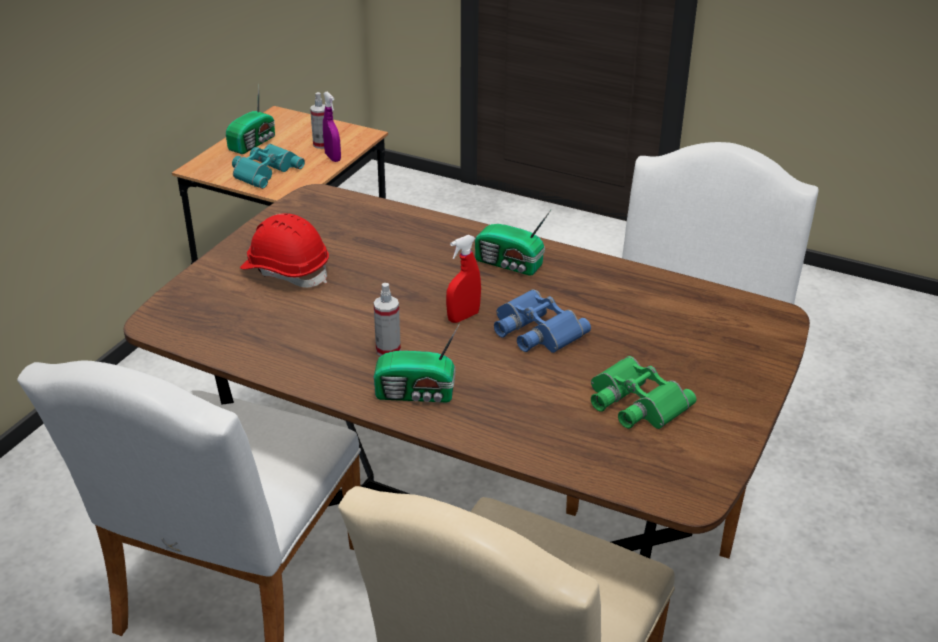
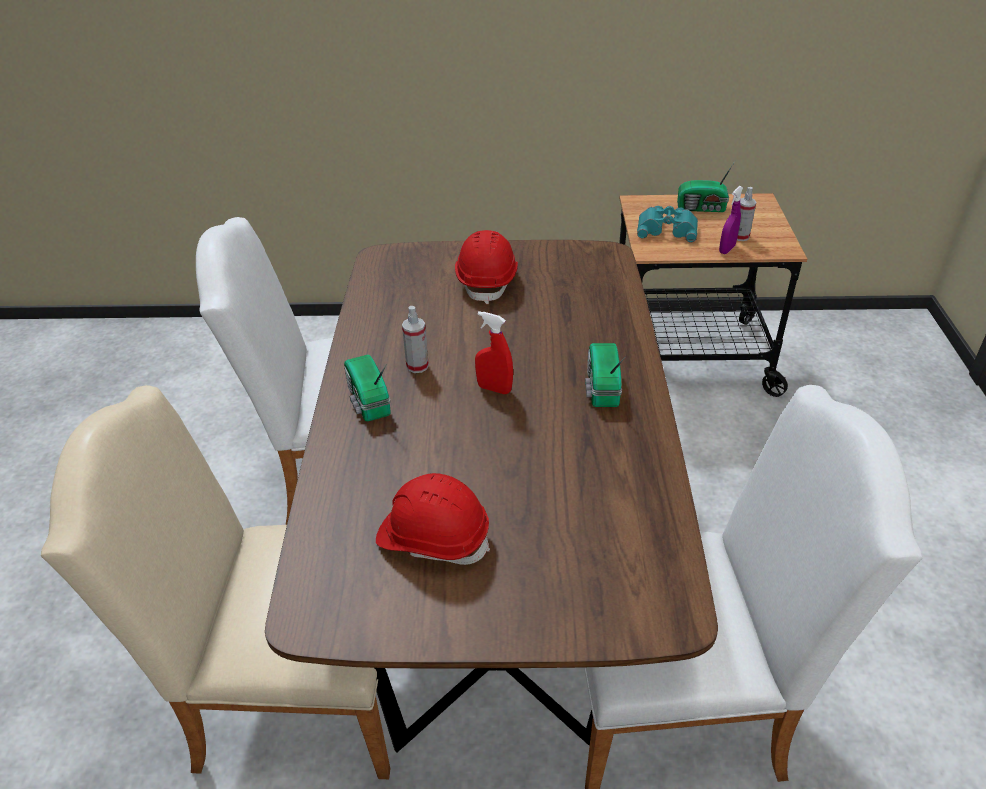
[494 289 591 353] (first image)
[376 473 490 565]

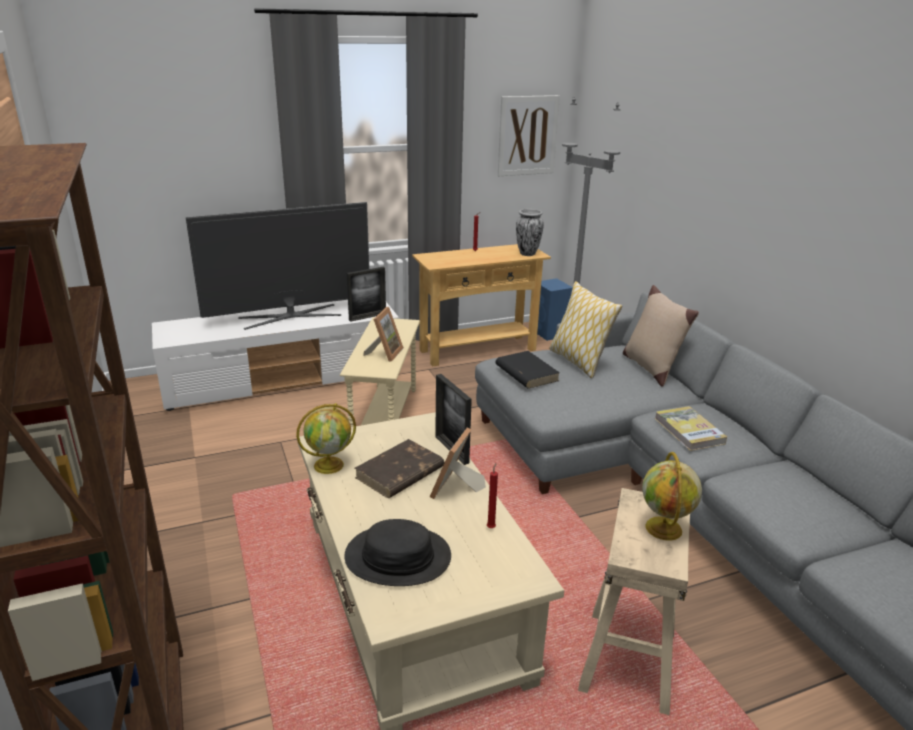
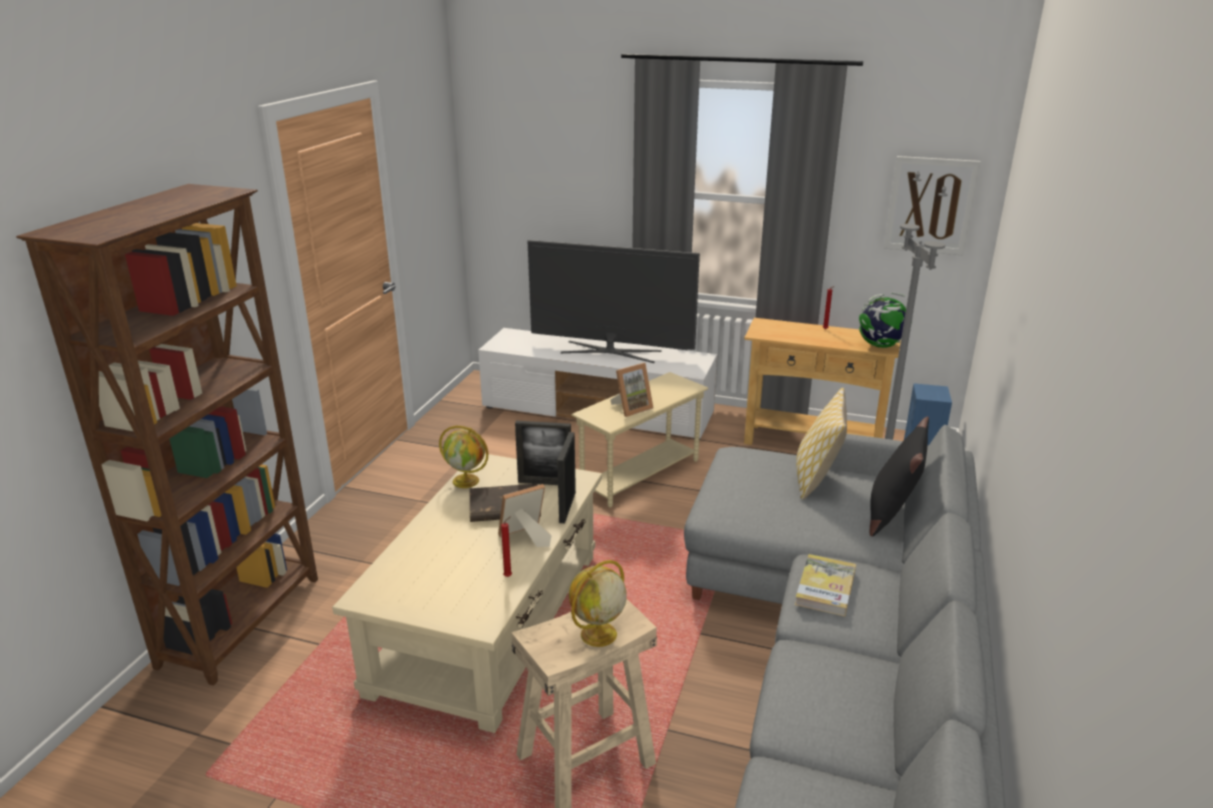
[859 292 912 348]
[515 421 571 485]
[869 416 929 537]
[496 351 560 389] (first image)
[344 519 451 586] (first image)

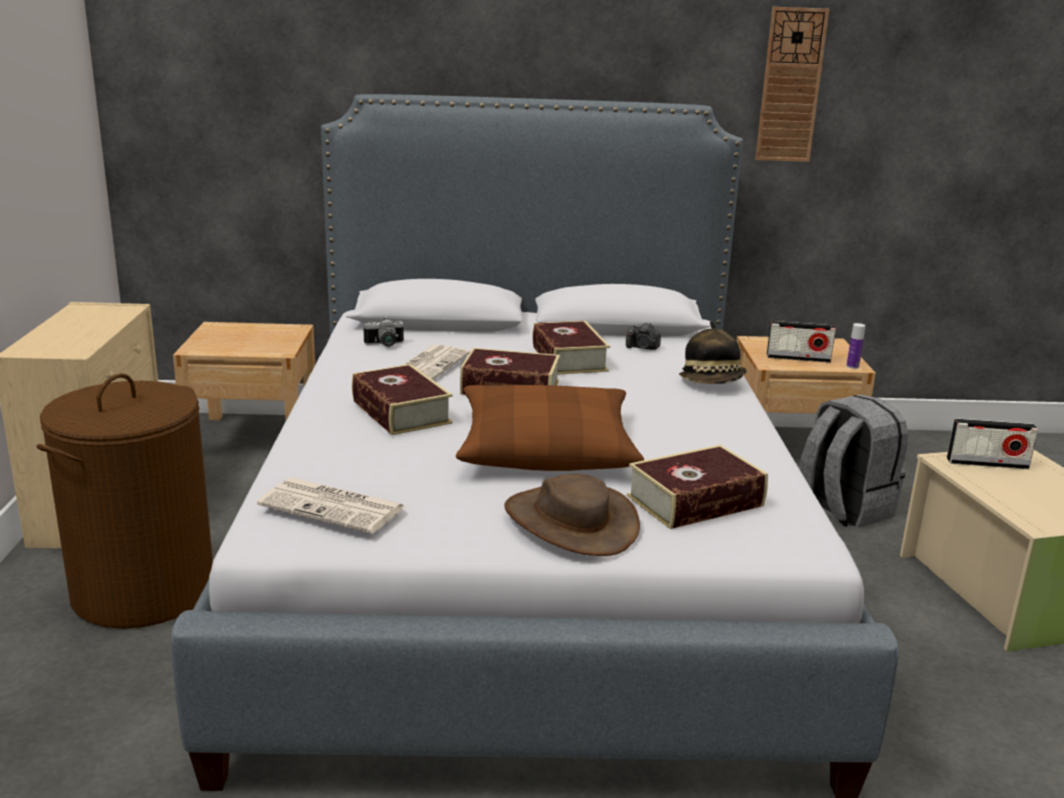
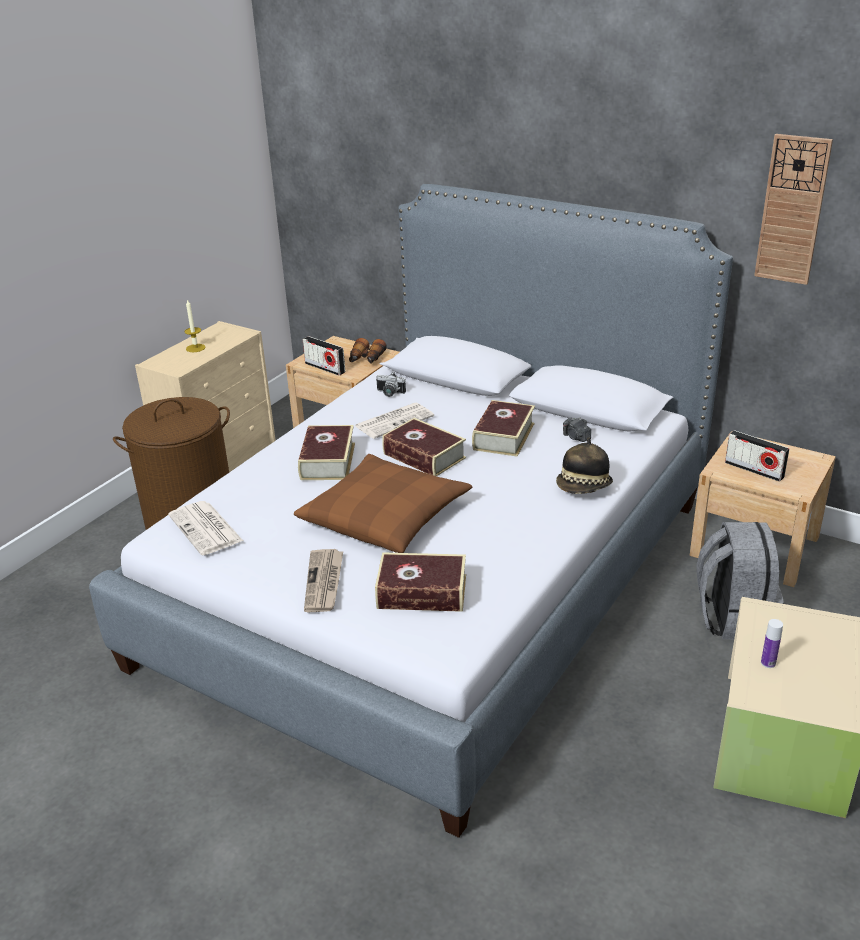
[761 619 783 668]
[303 336 345 376]
[304 549 343 612]
[184 299 206 352]
[349 338 387 364]

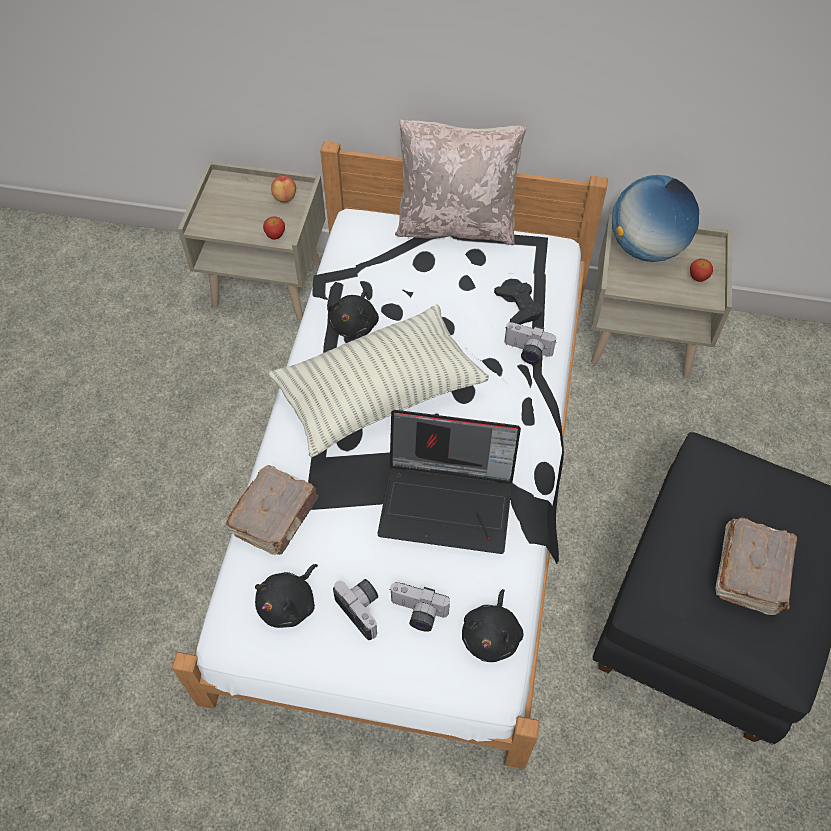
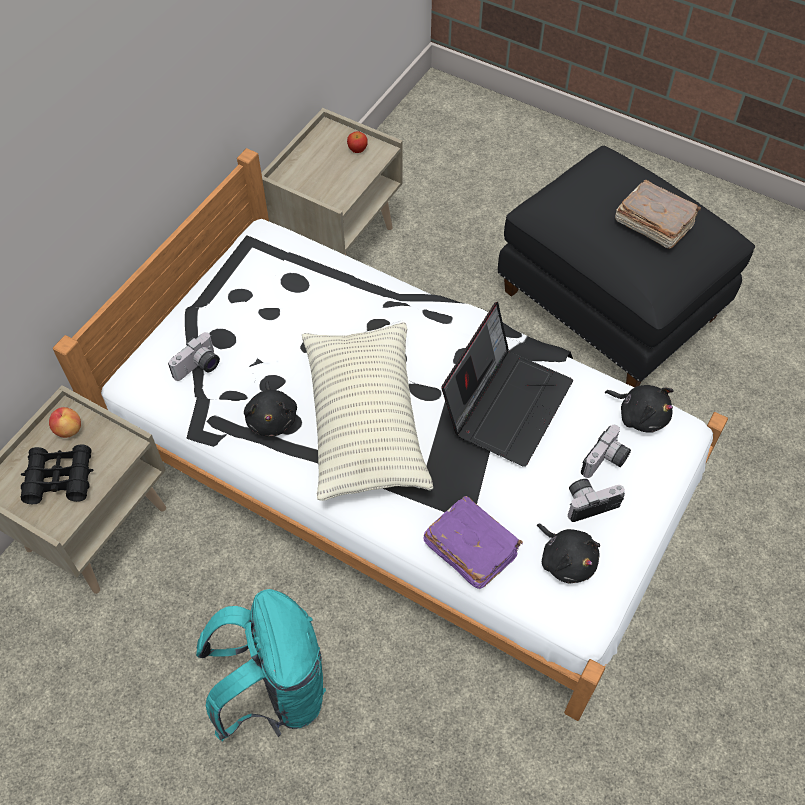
[395 119 526 245] (first image)
[612 175 699 262] (first image)
[263 217 285 240] (first image)
[494 283 542 325] (first image)
[244 381 297 437]
[168 332 220 381]
[424 496 523 590]
[21 444 94 504]
[196 589 326 742]

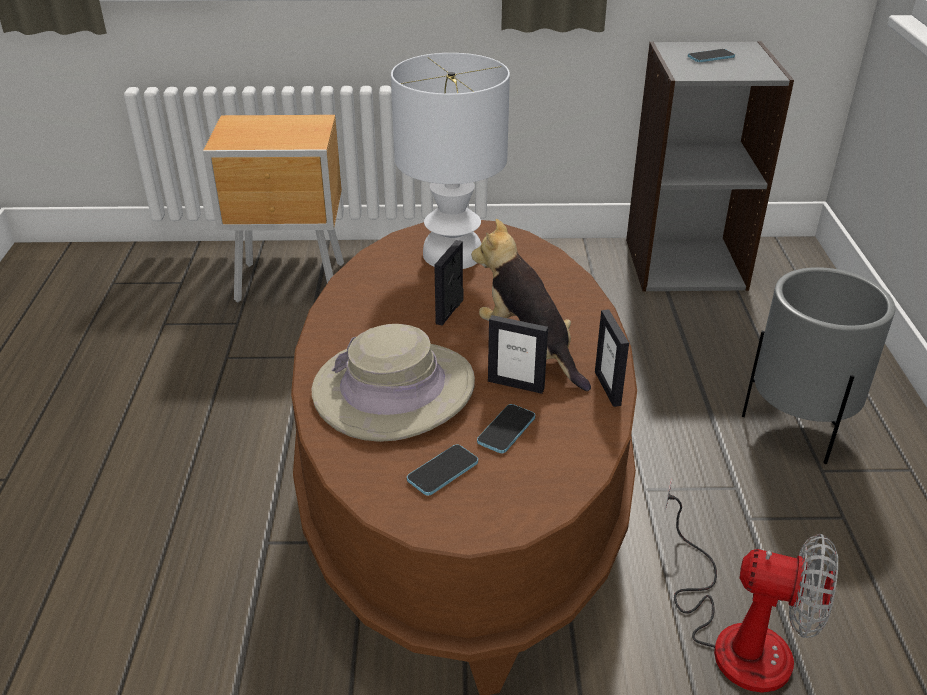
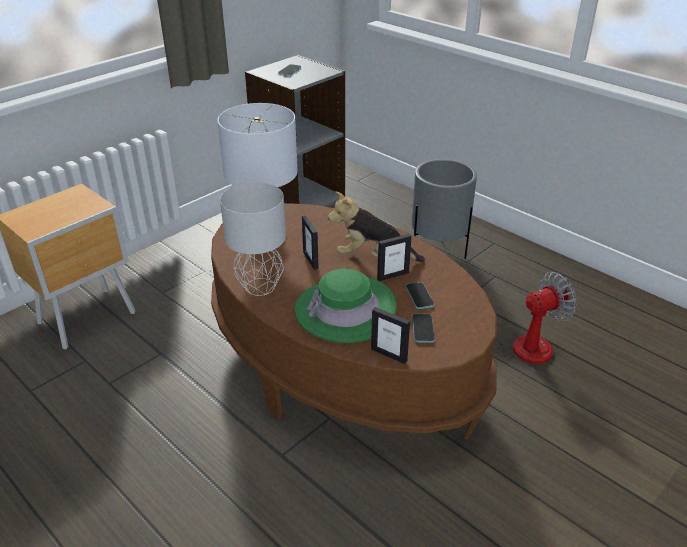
[371 307 410 364]
[295 269 397 343]
[220 182 286 296]

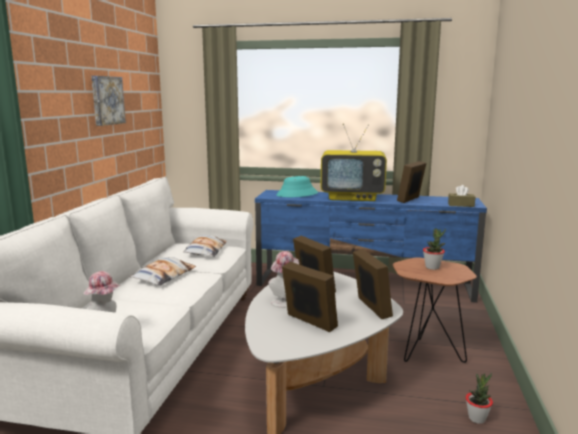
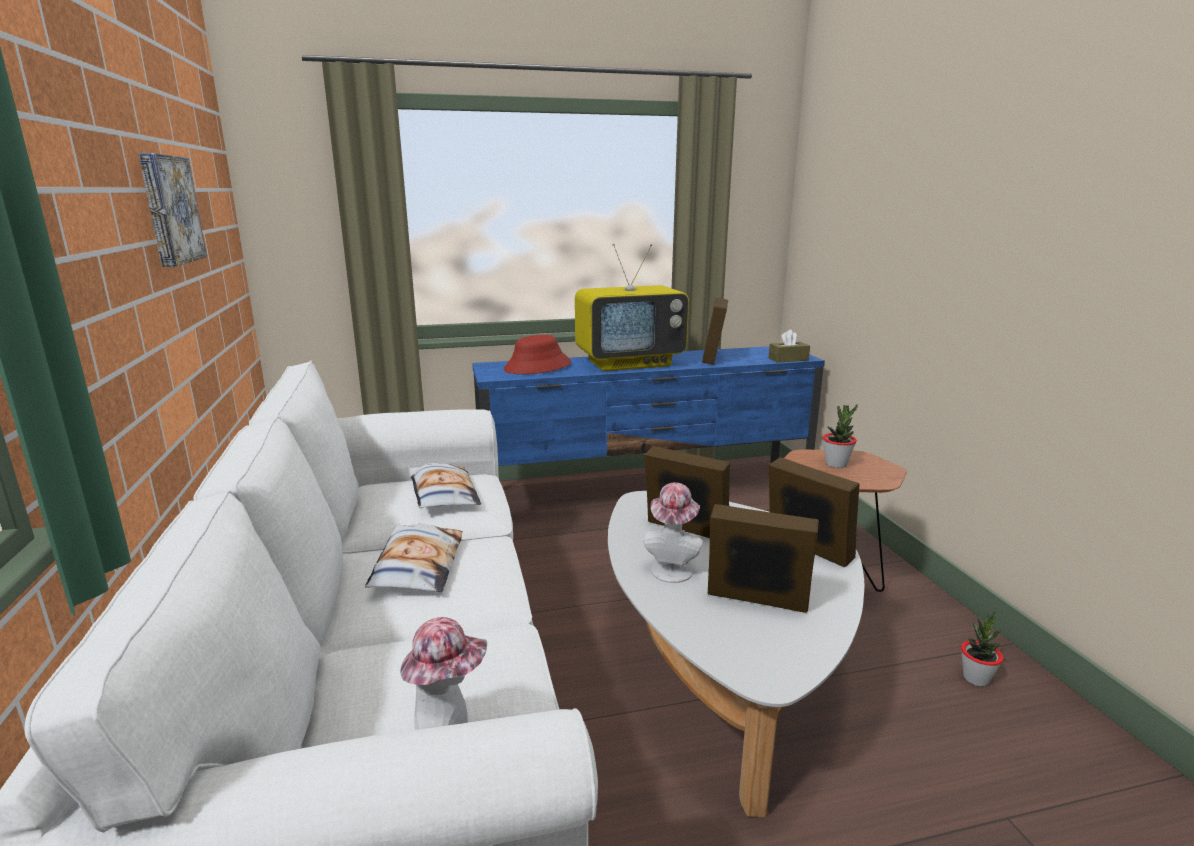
[504 335 571 374]

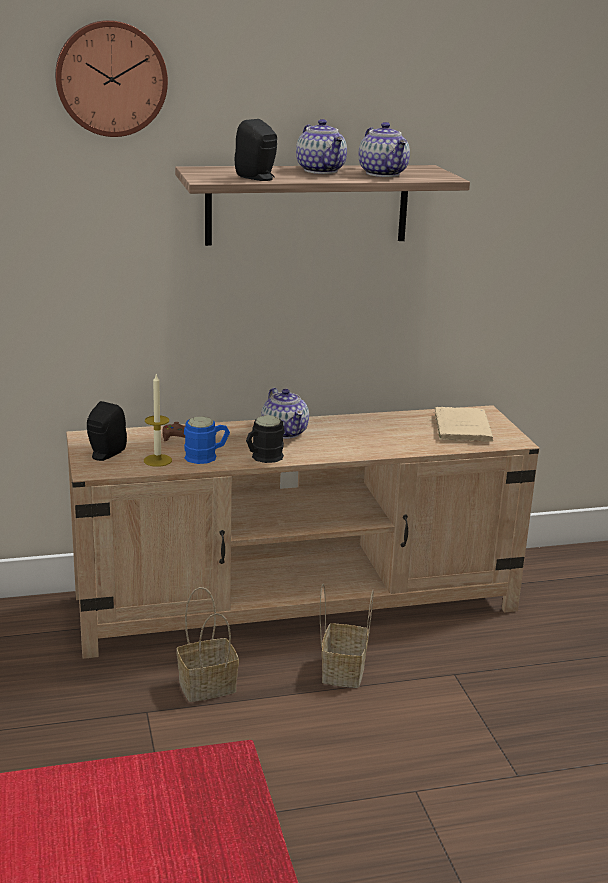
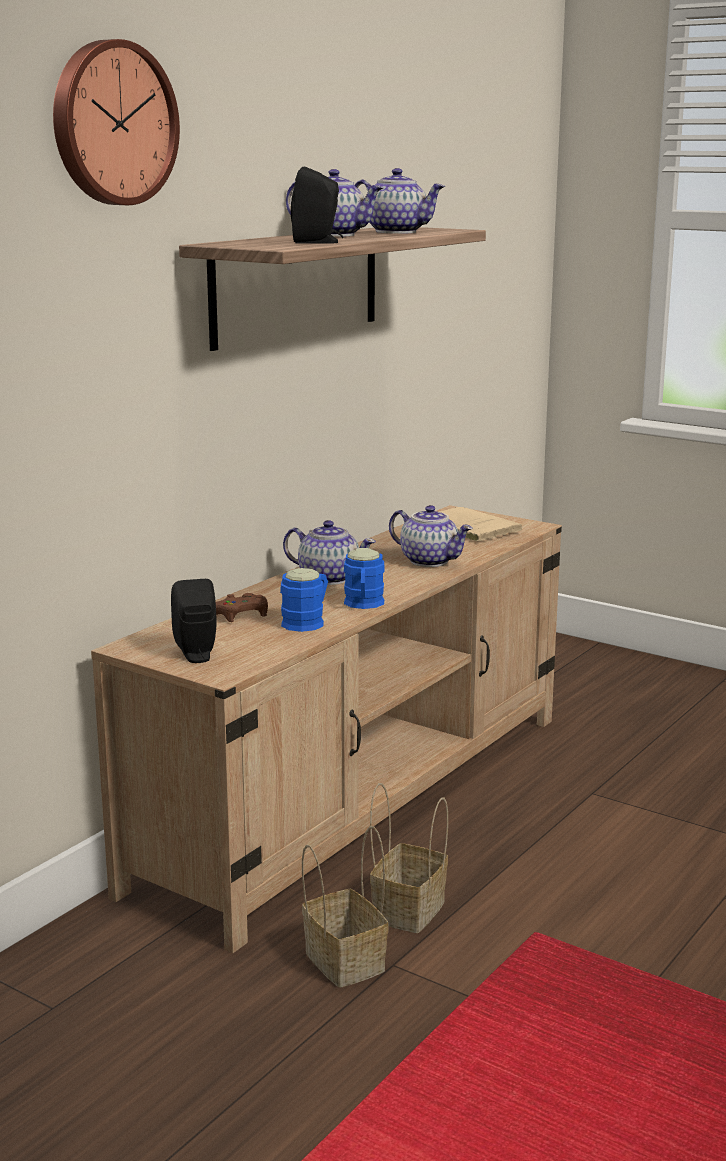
[144 375 172 467] (first image)
[344 548 385 609]
[302 826 389 988]
[389 505 472 567]

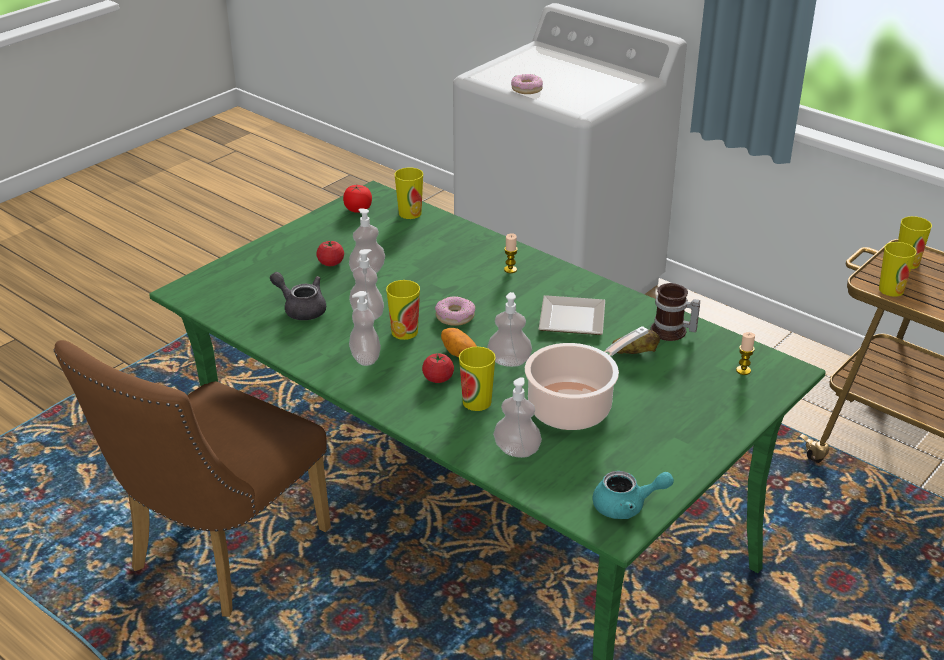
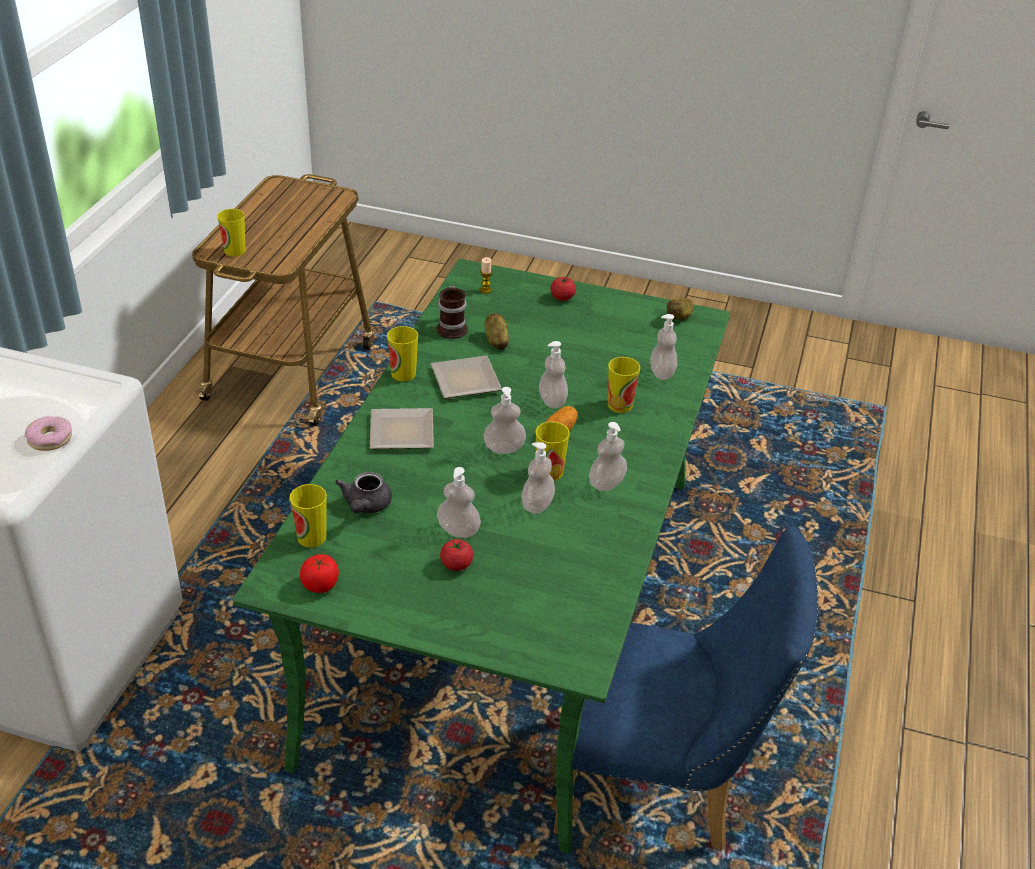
[370 408 434 449]
[387 326 418 381]
[335 472 392 513]
[483 387 526 454]
[525 326 649 430] (first image)
[553 526 818 851]
[550 276 576 301]
[667 298 694 320]

